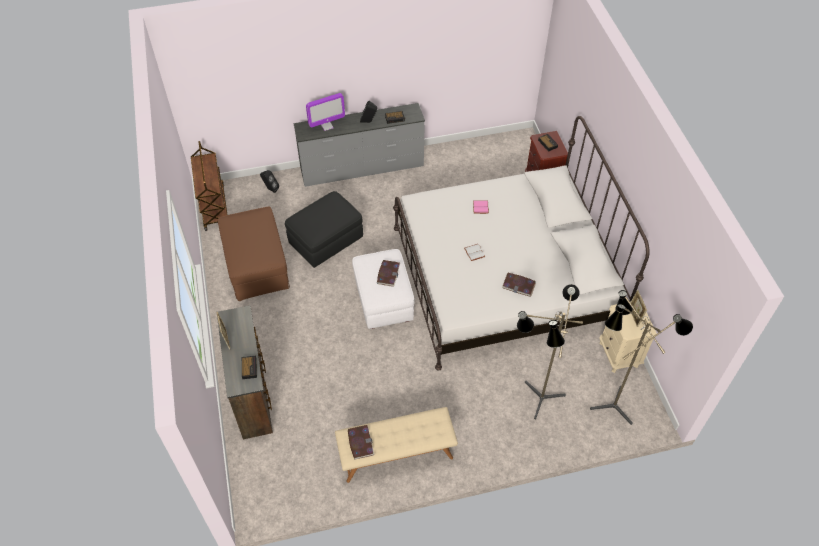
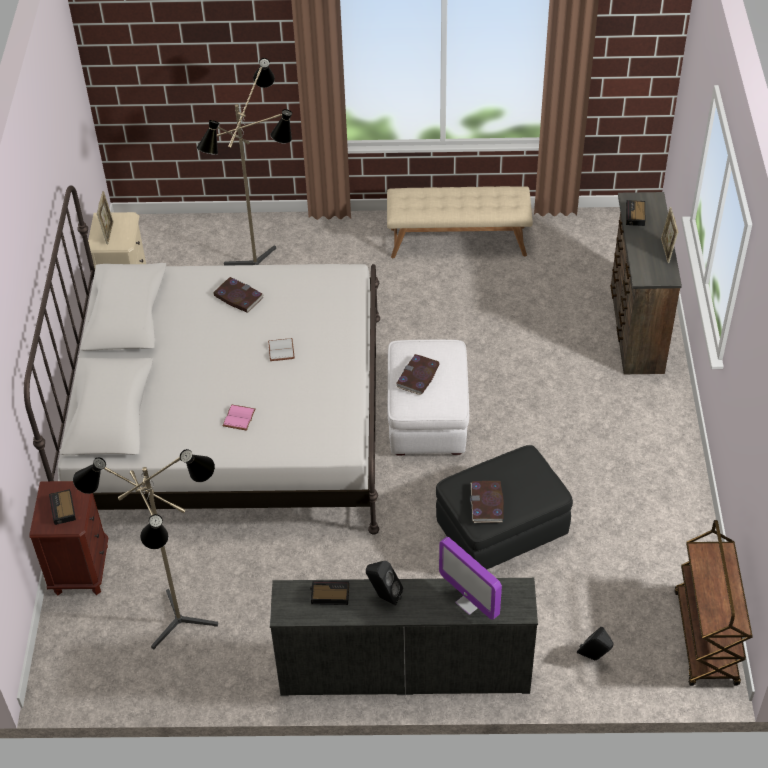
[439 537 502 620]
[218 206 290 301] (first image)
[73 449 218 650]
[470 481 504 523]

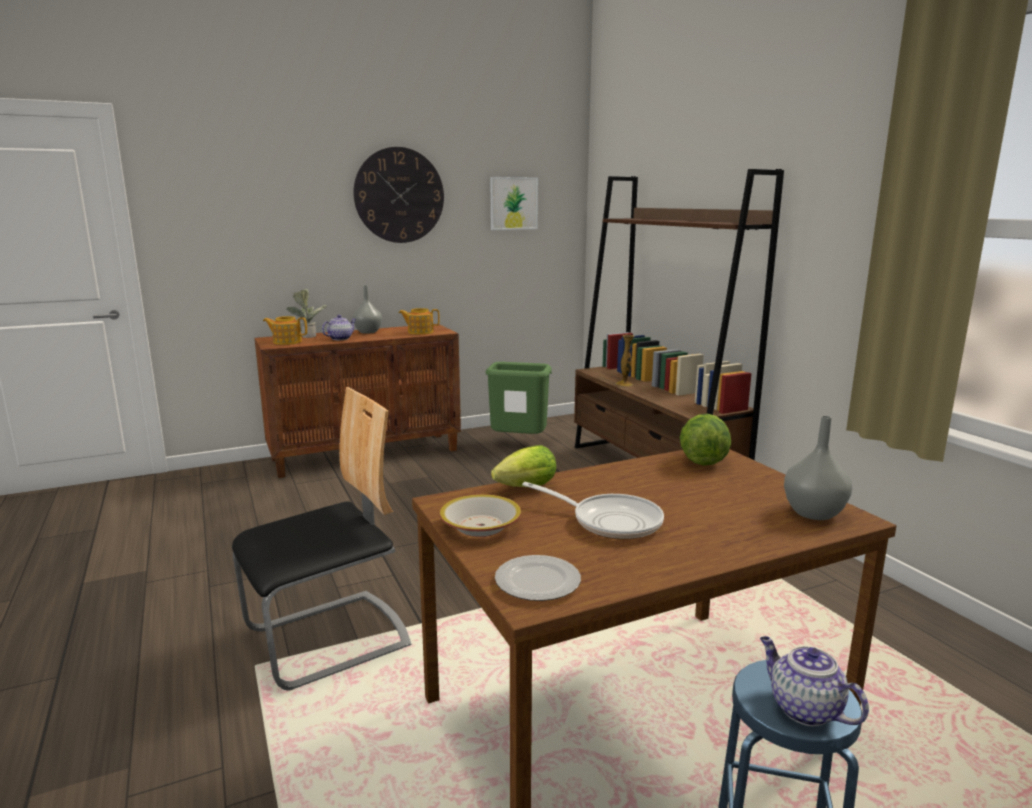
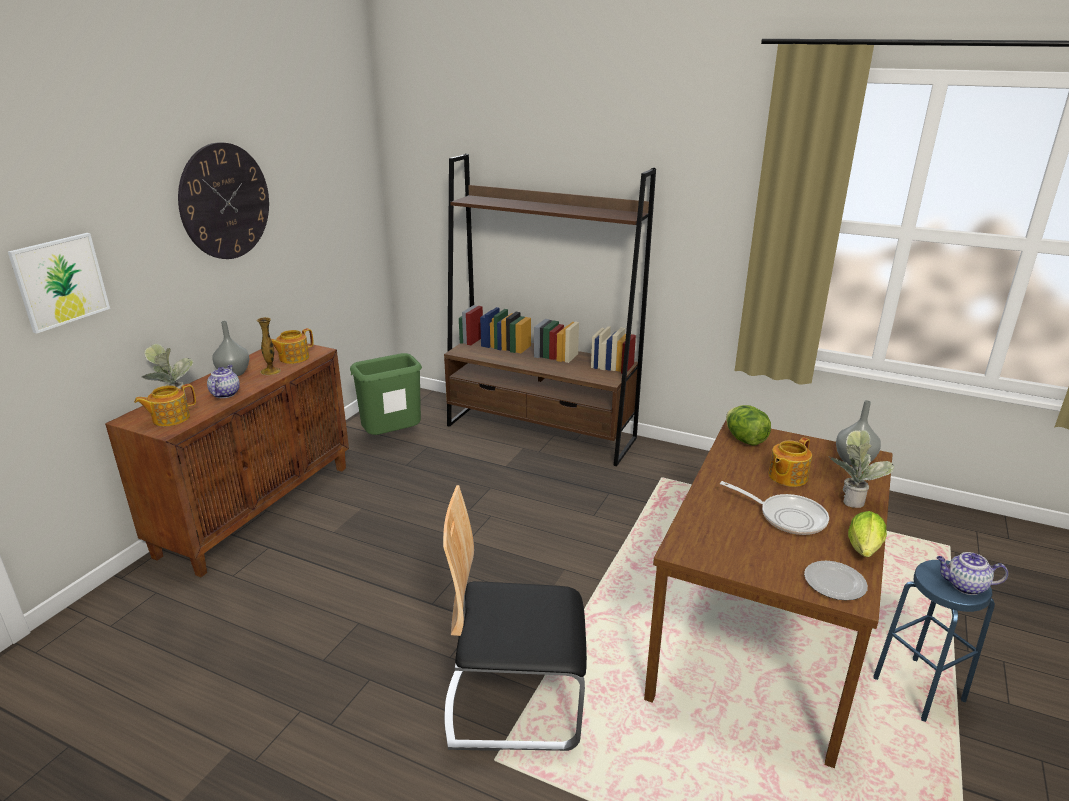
[8 233 110 334]
[257 317 281 375]
[443 485 587 751]
[848 511 887 557]
[720 481 829 535]
[440 494 521 537] (first image)
[830 430 895 508]
[768 437 812 487]

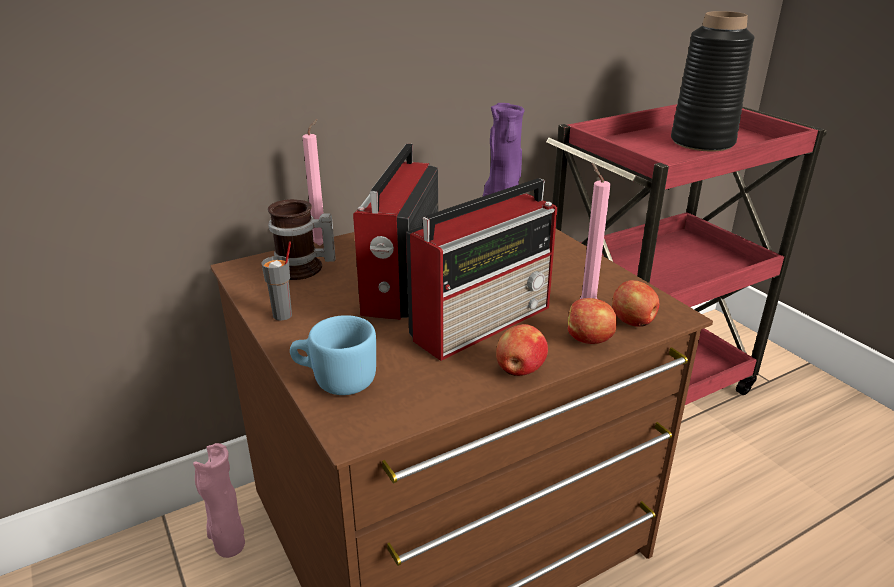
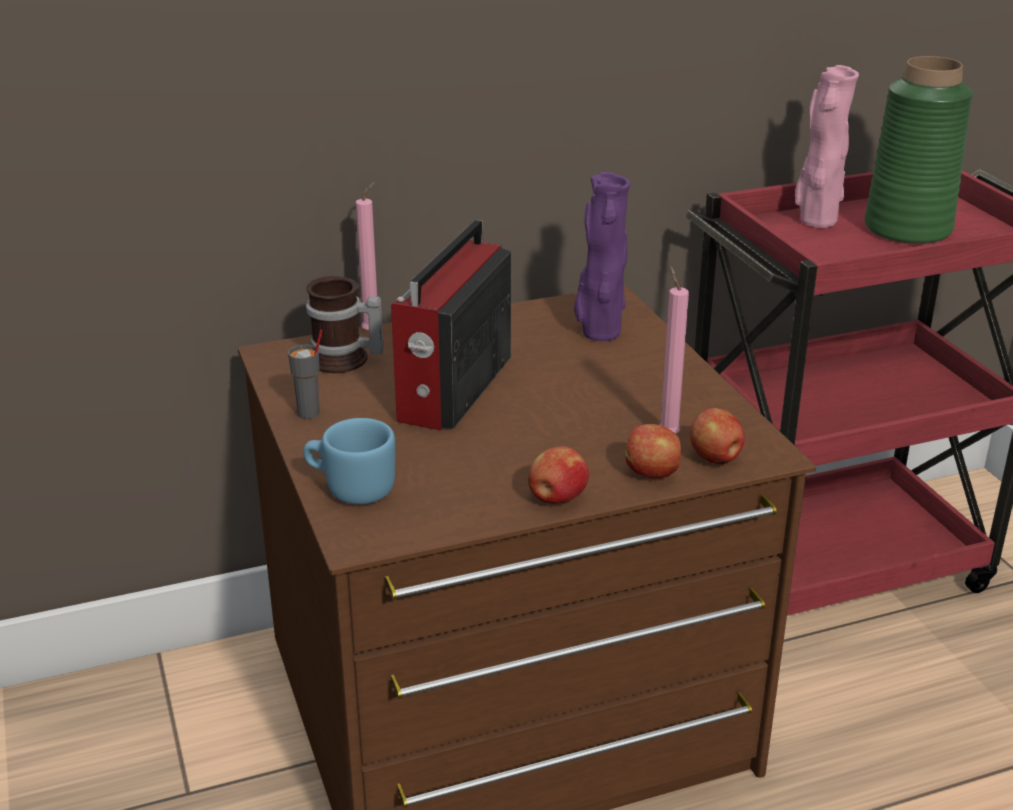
[865 56 973 244]
[406 178 557 361] (first image)
[795 65 859 228]

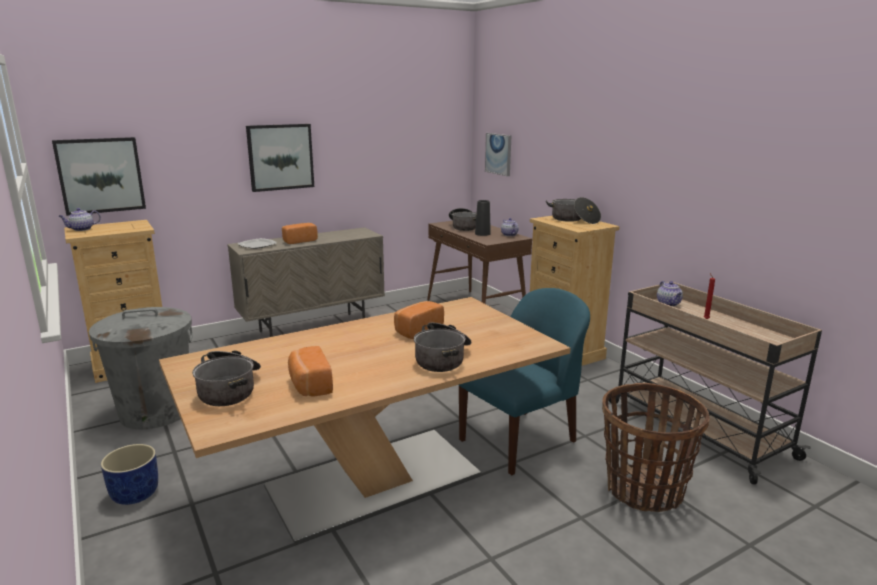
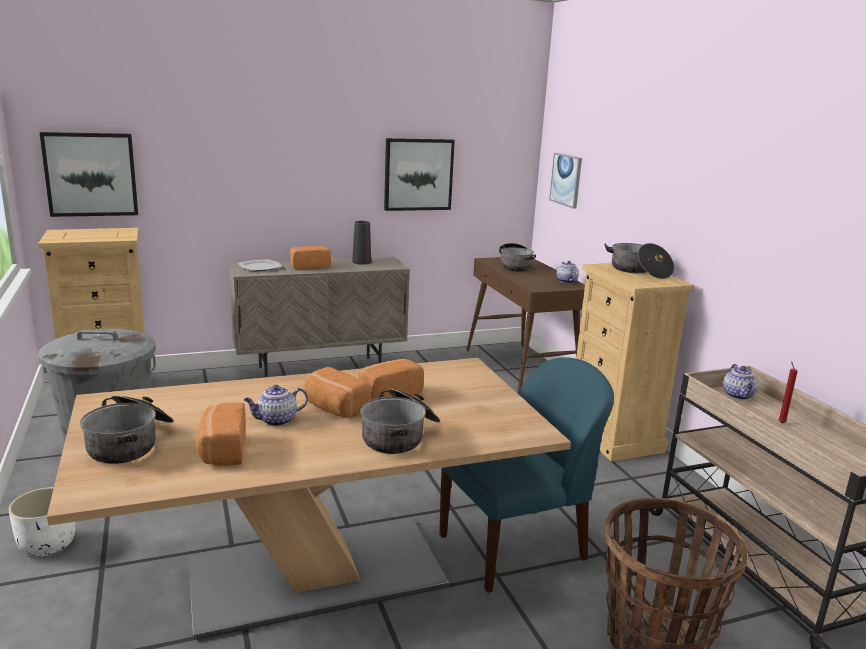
[384 138 455 211]
[352 221 371 265]
[244 385 308 426]
[8 487 75 557]
[305 367 371 418]

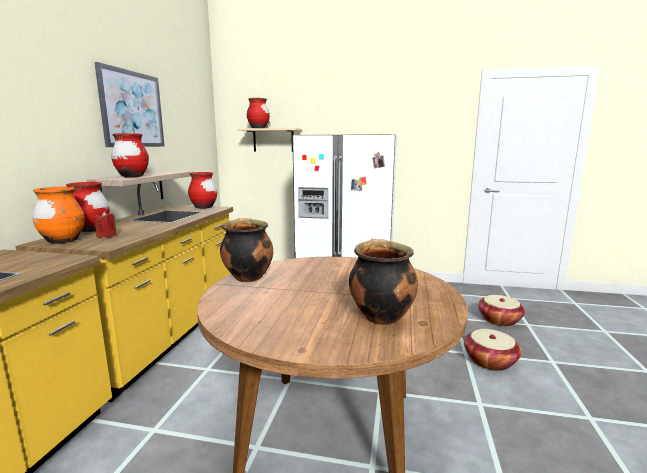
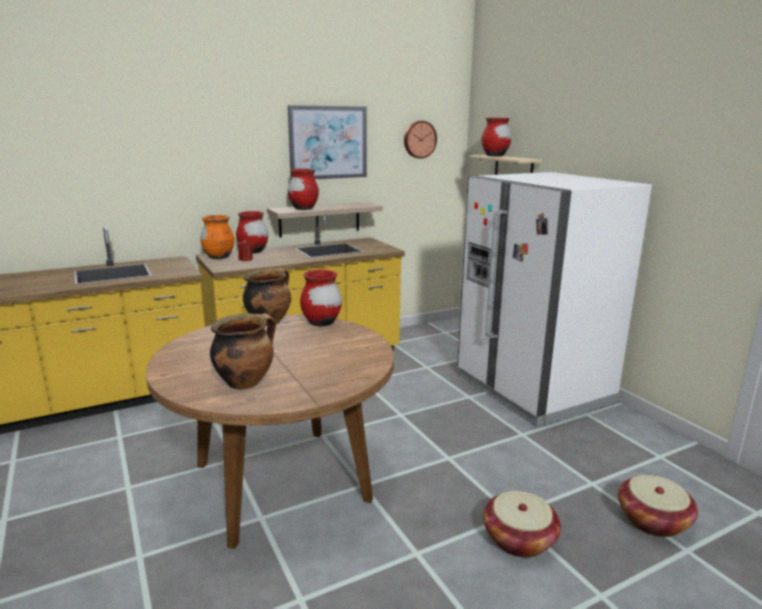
[300 270 342 326]
[404 121 437 159]

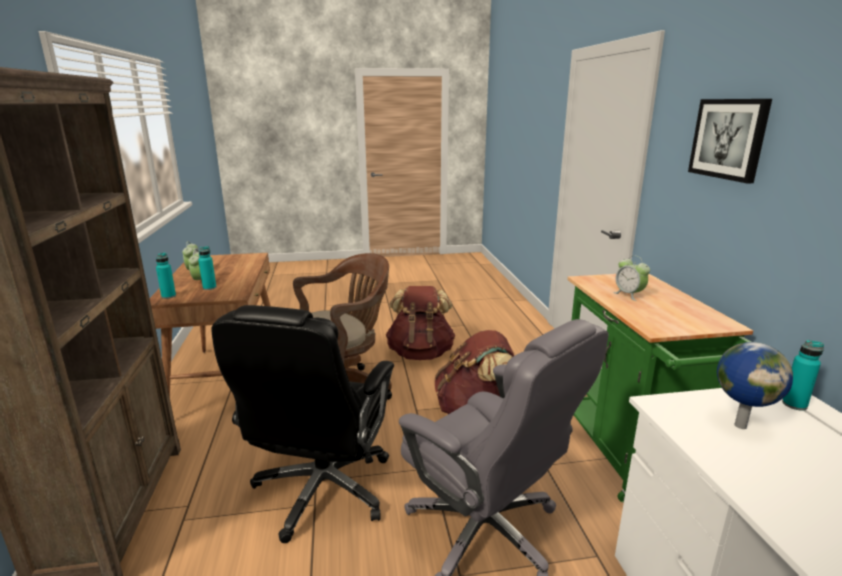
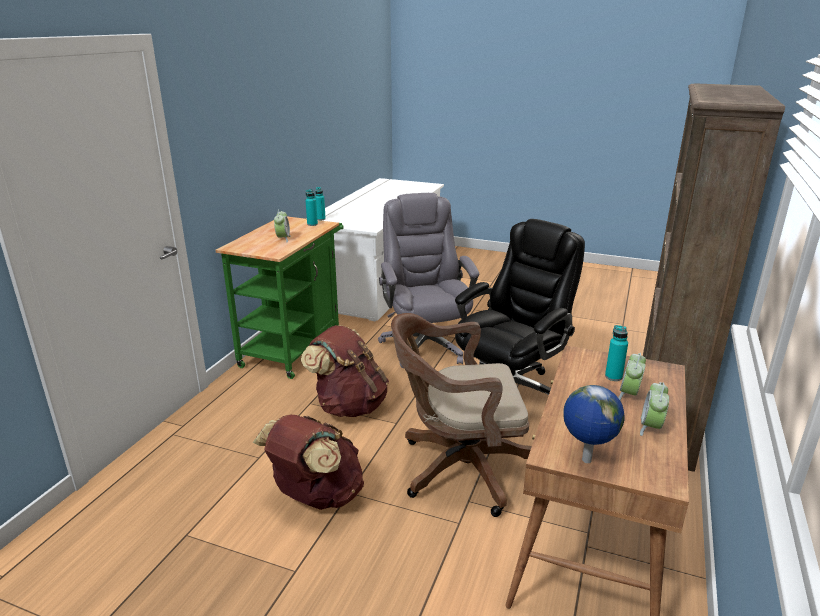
[688 99 772 183] (first image)
[305 189 318 226]
[564 385 625 463]

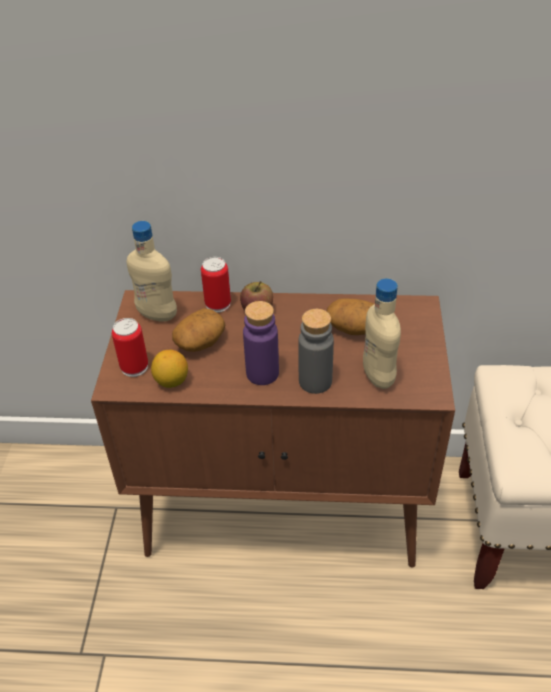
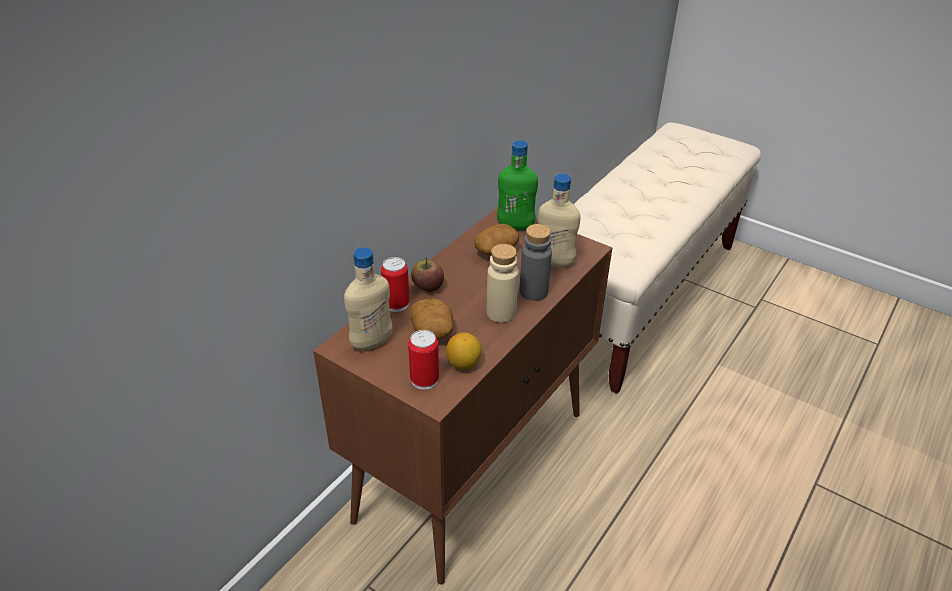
[486 244 519 323]
[497 140 538 230]

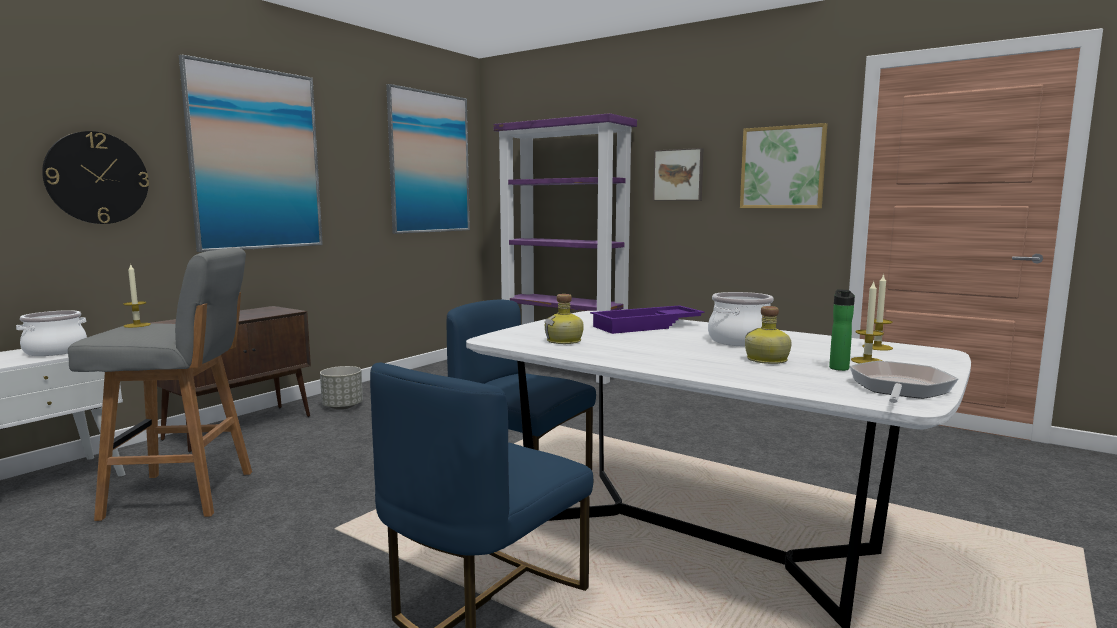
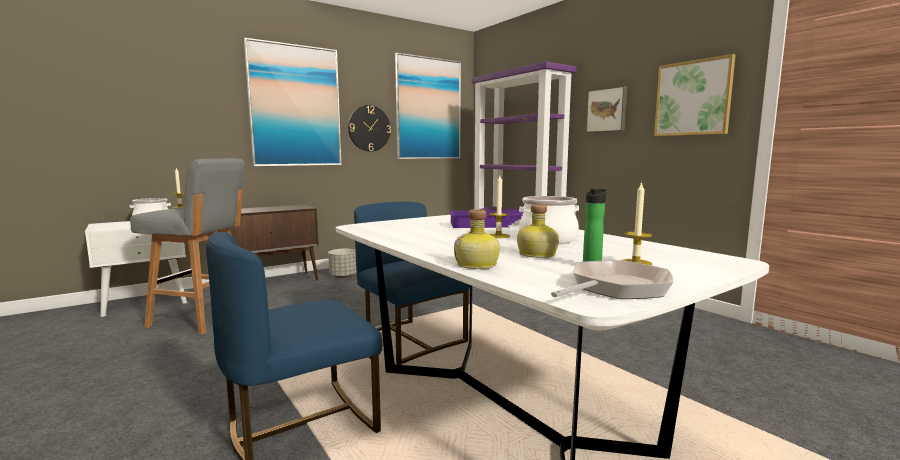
[348 105 391 152]
[489 176 510 238]
[454 209 500 269]

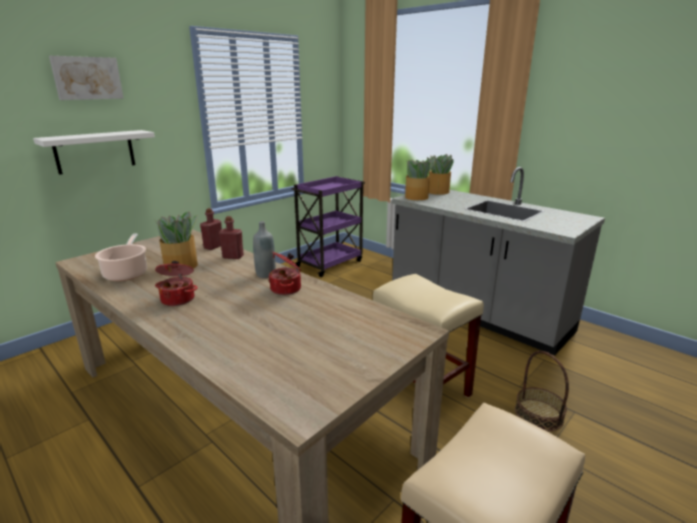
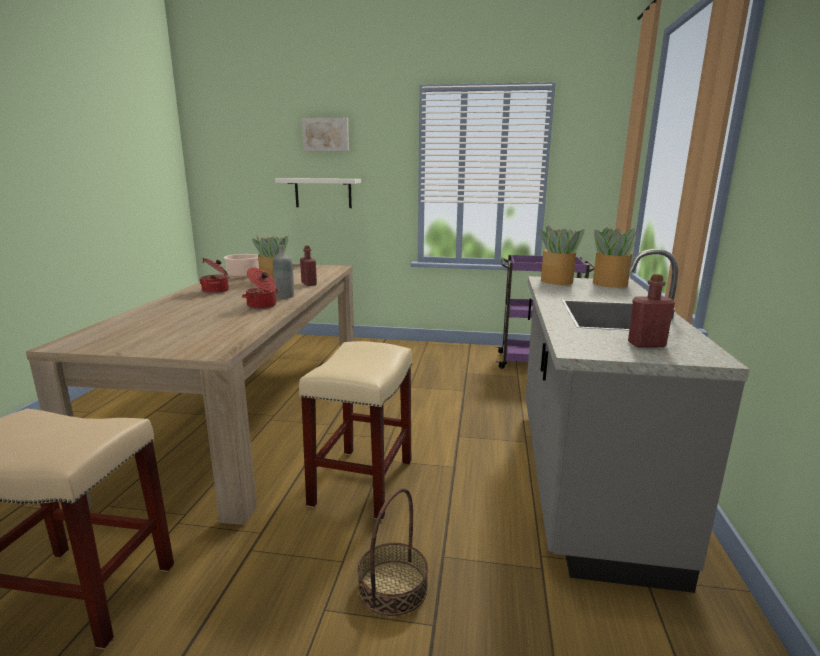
[628 274 675 348]

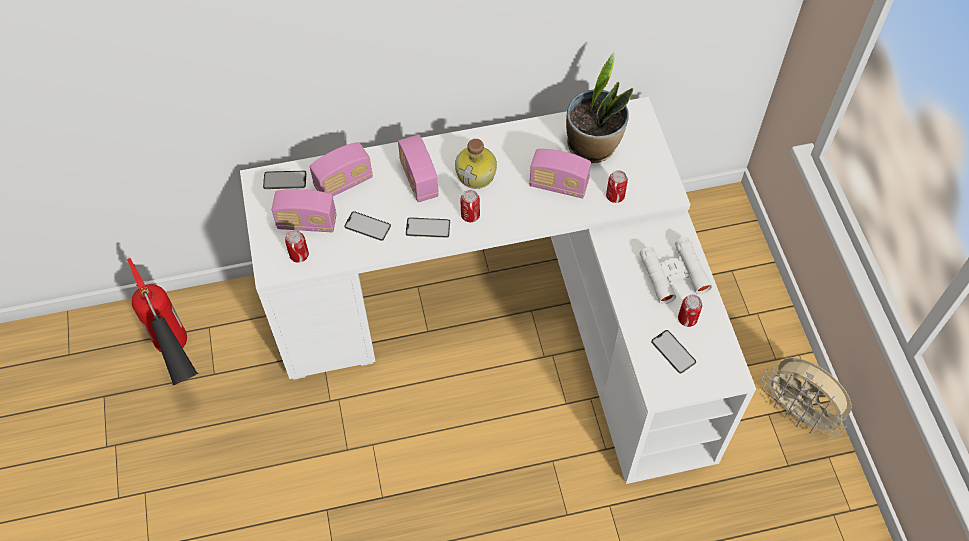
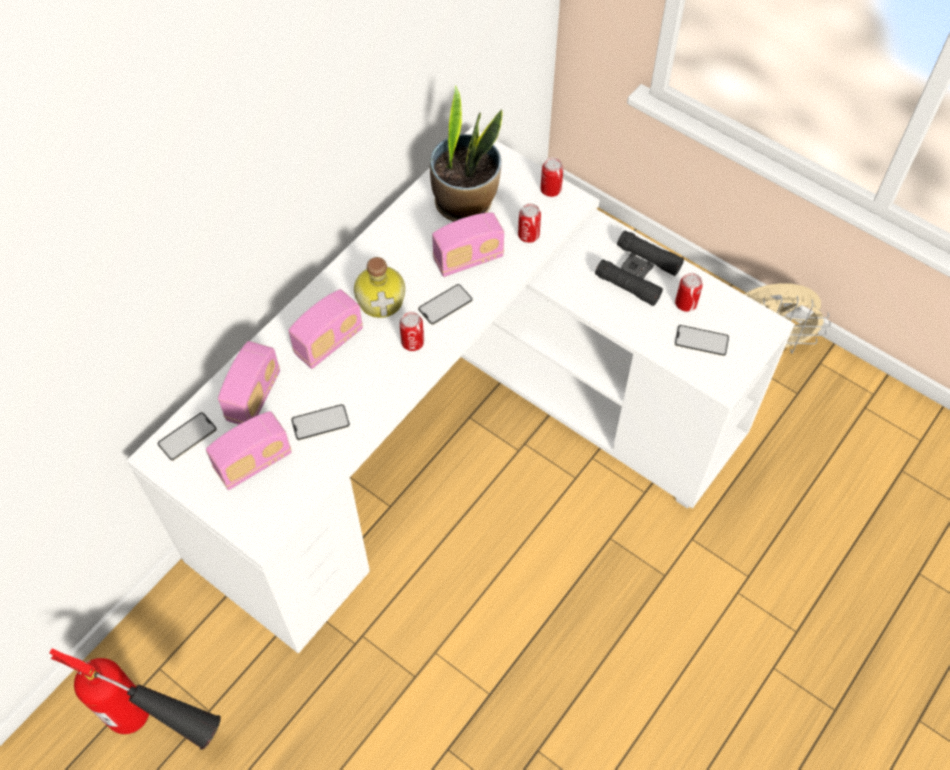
[288 289 363 369]
[418 284 473 325]
[540 157 563 197]
[595 231 684 306]

